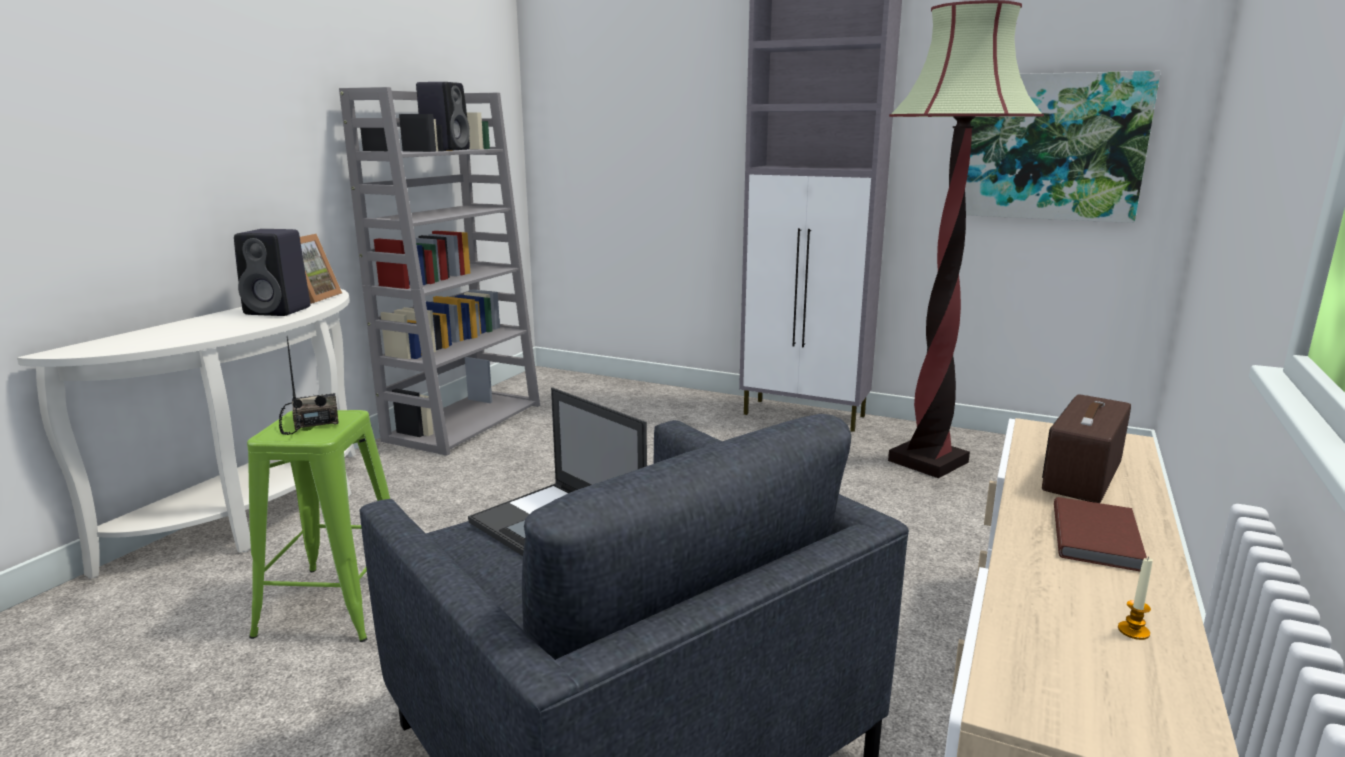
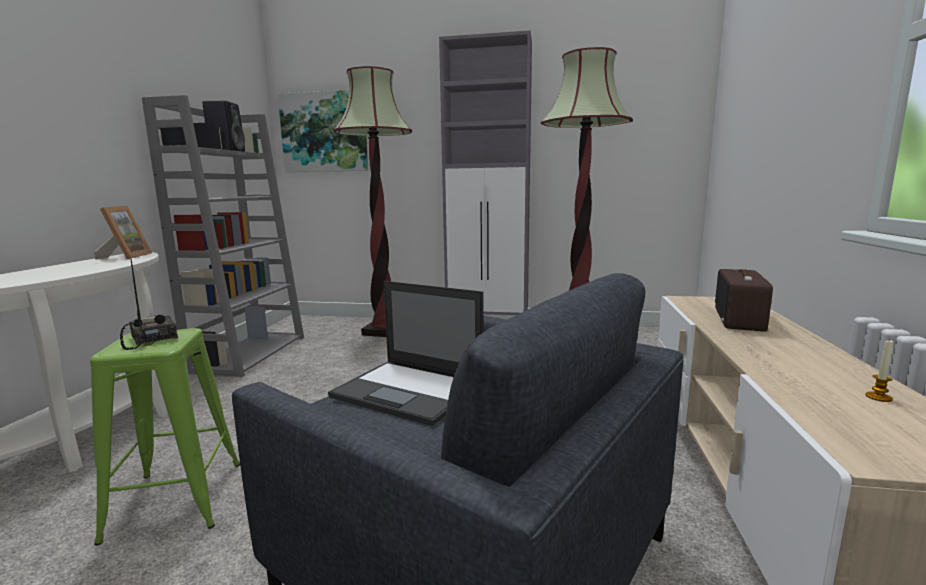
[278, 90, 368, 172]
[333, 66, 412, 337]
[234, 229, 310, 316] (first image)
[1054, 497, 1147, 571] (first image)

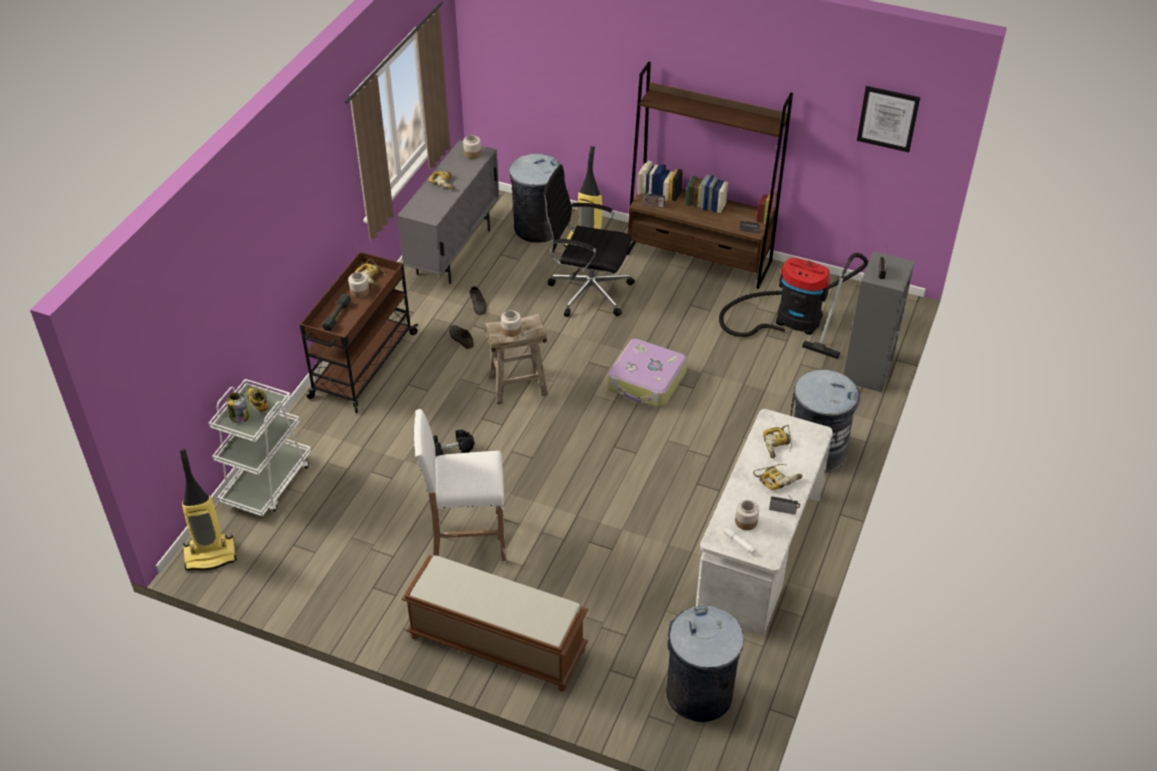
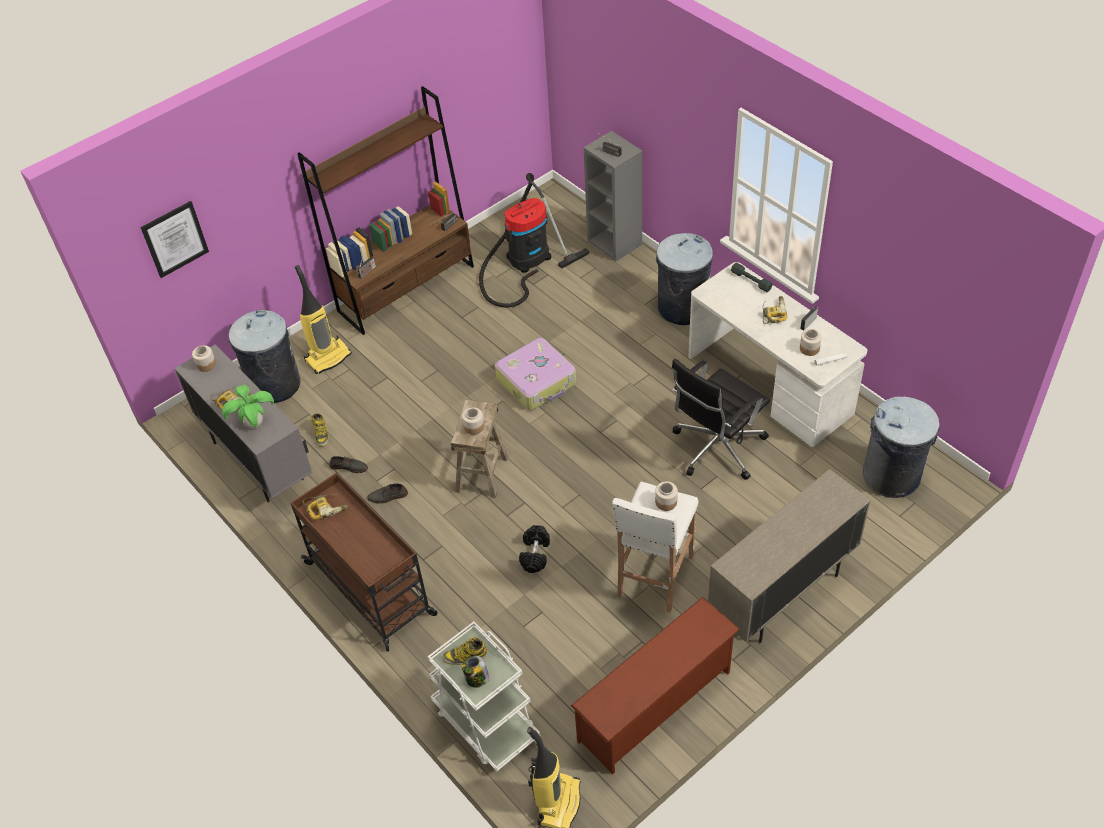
[141, 201, 209, 278]
[222, 384, 274, 429]
[311, 413, 328, 447]
[571, 597, 740, 774]
[655, 481, 678, 511]
[672, 359, 770, 480]
[708, 469, 871, 643]
[731, 262, 773, 292]
[763, 425, 792, 458] (first image)

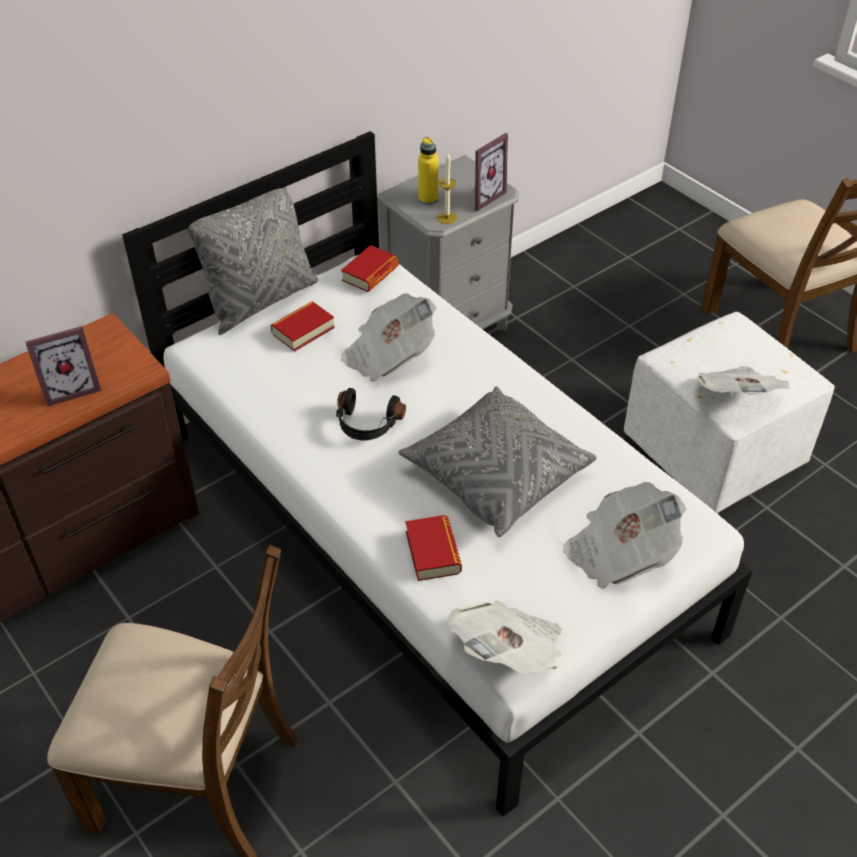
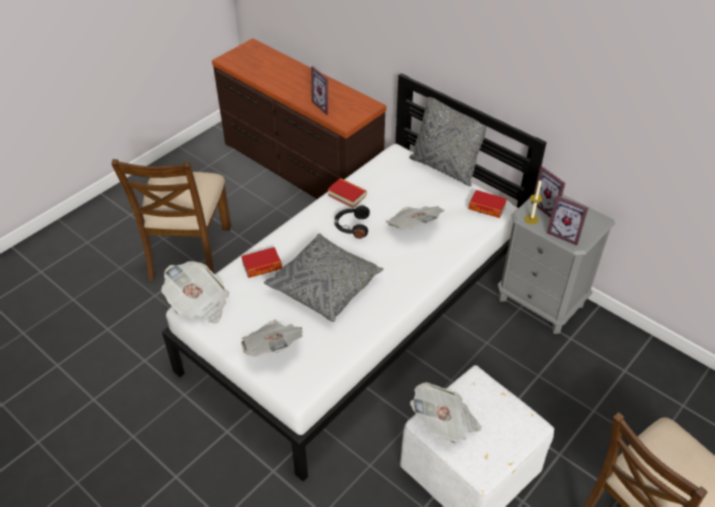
[328, 178, 367, 208]
[532, 166, 565, 218]

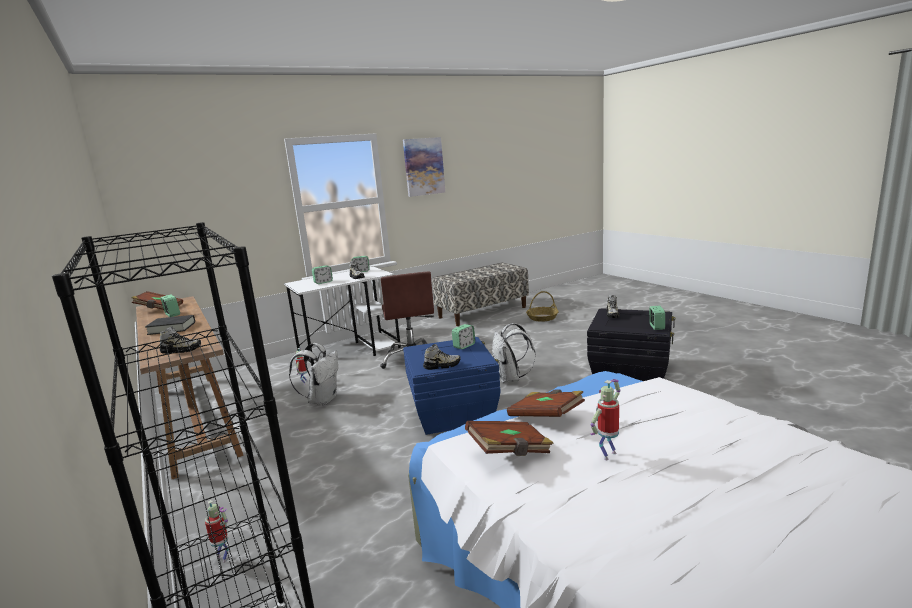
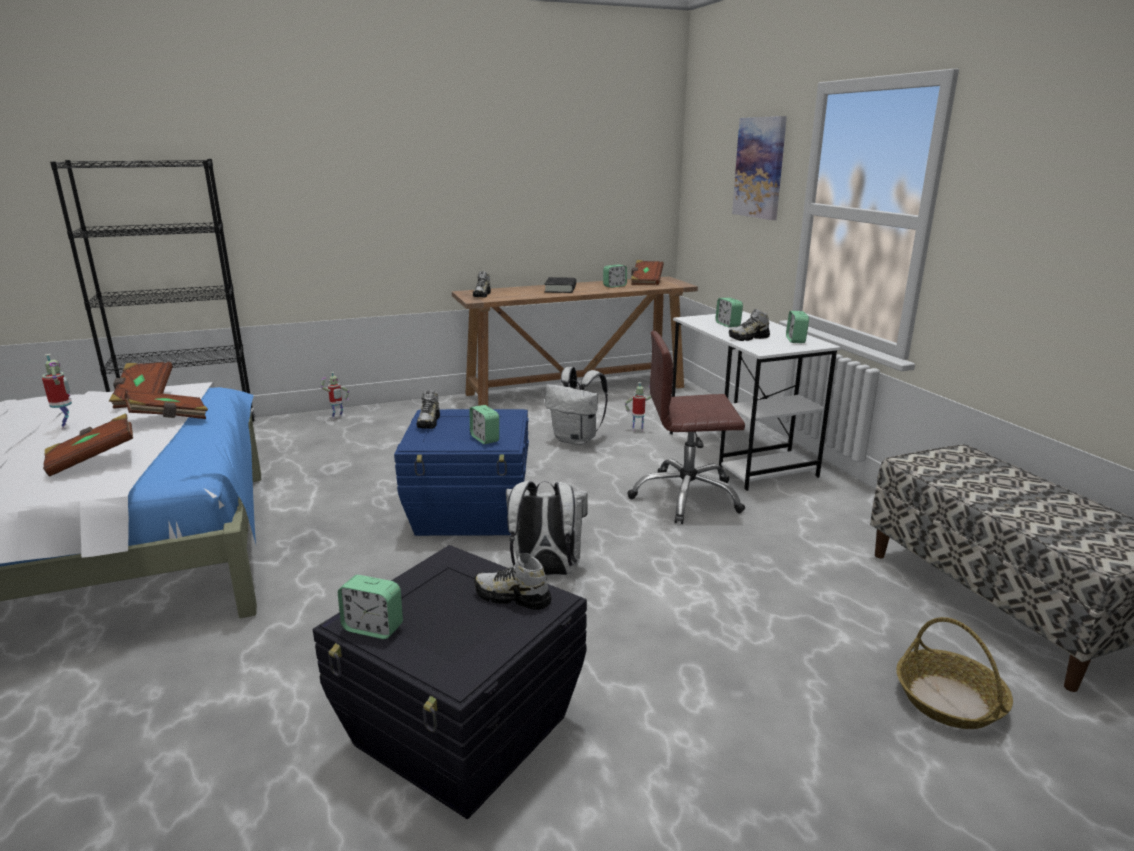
[43, 413, 133, 477]
[732, 116, 787, 220]

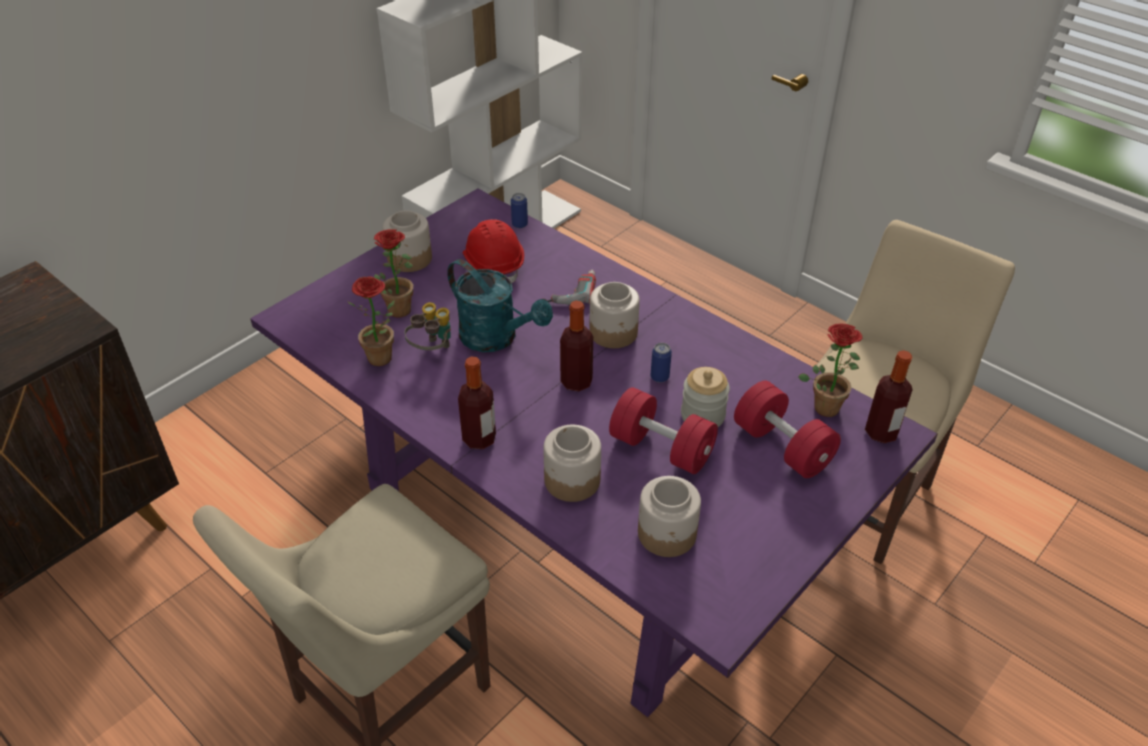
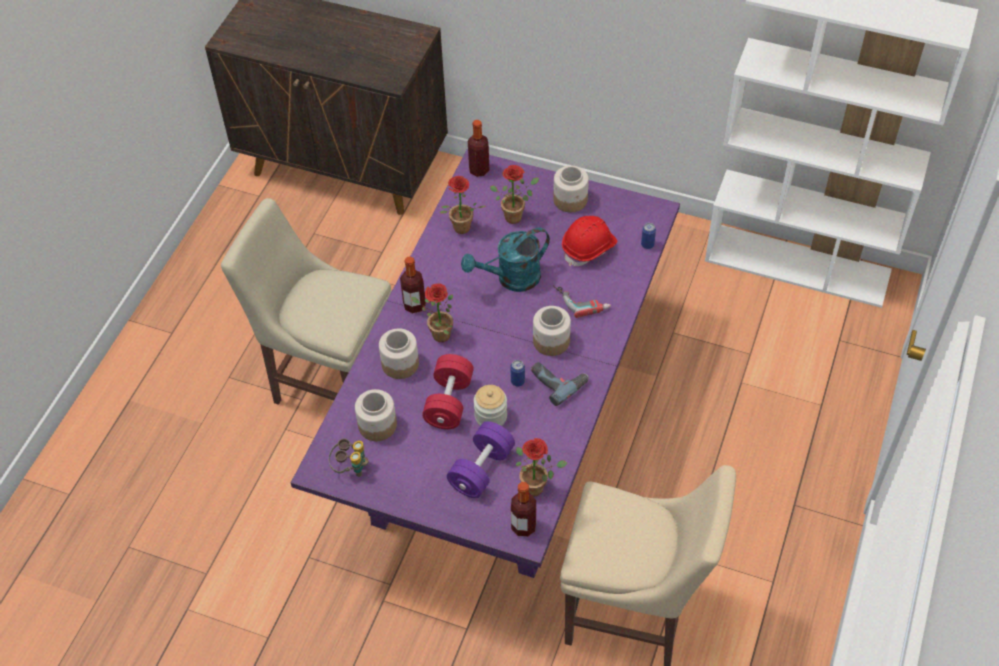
[329, 439, 368, 477]
[410, 283, 453, 342]
[447, 421, 515, 498]
[461, 228, 550, 292]
[468, 120, 490, 177]
[531, 362, 589, 406]

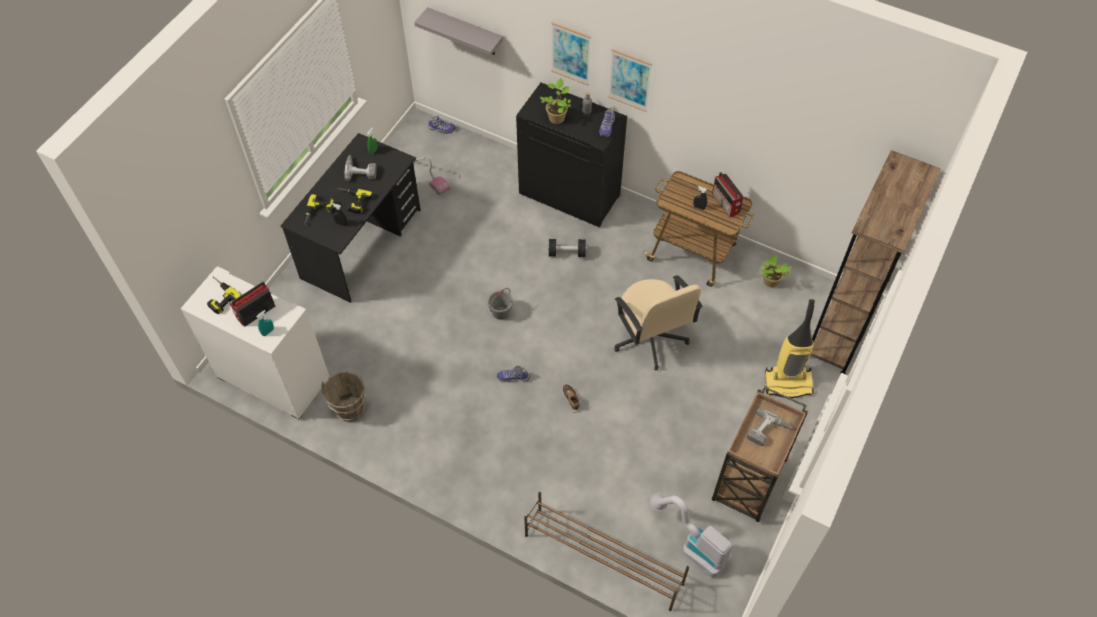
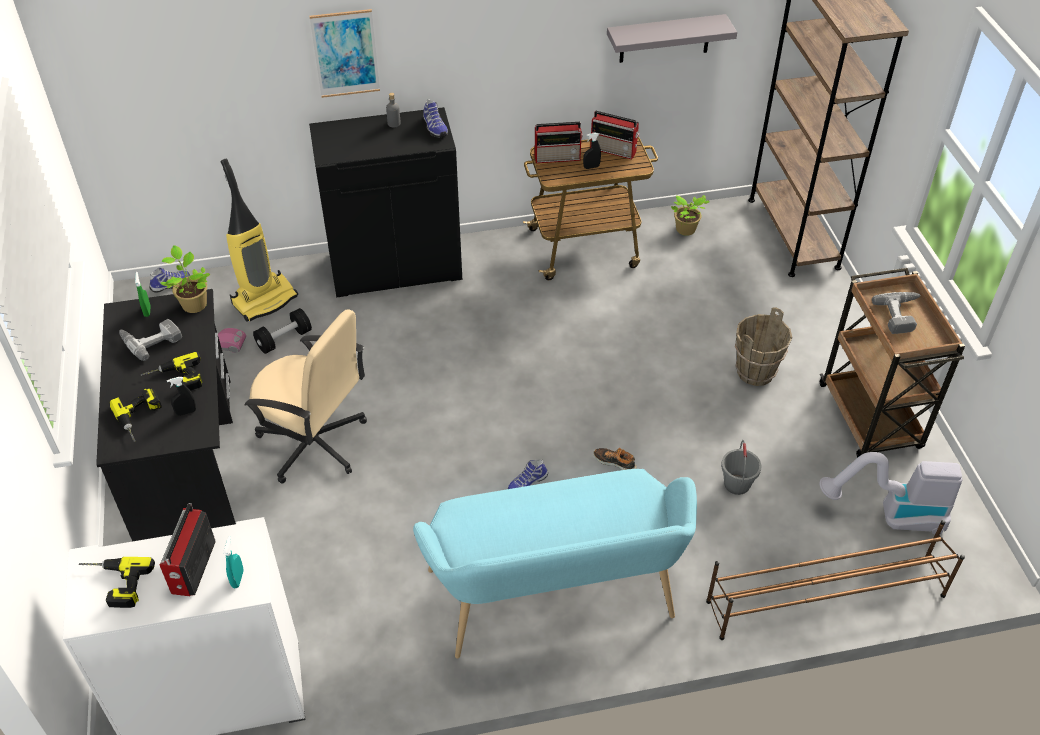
[160, 245, 210, 313]
[221, 159, 298, 321]
[245, 309, 367, 484]
[253, 308, 312, 354]
[413, 469, 697, 658]
[535, 122, 583, 163]
[607, 14, 737, 63]
[721, 440, 762, 495]
[735, 307, 792, 386]
[608, 49, 652, 112] (first image)

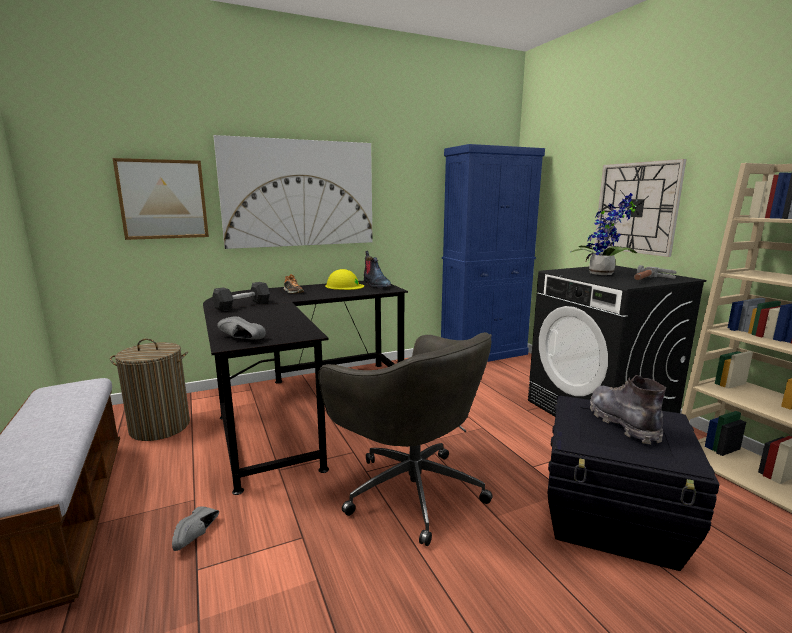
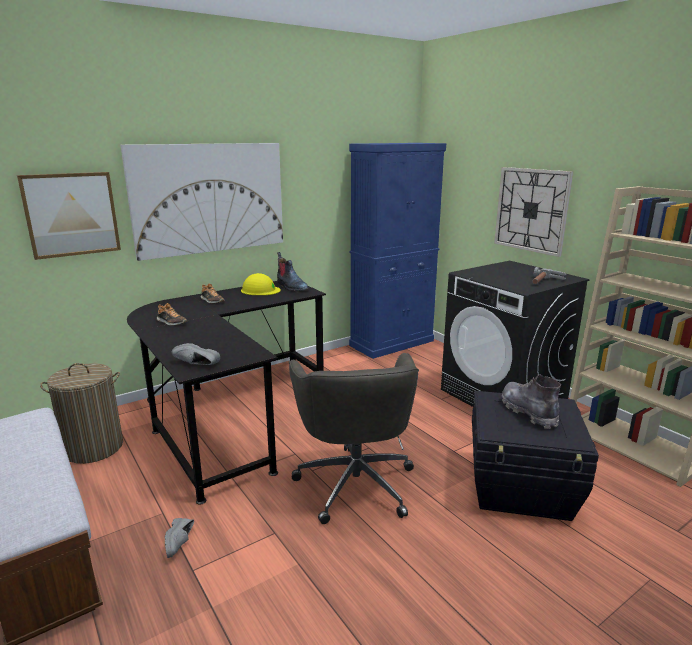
[157, 303, 188, 326]
[289, 353, 419, 524]
[571, 193, 638, 275] (first image)

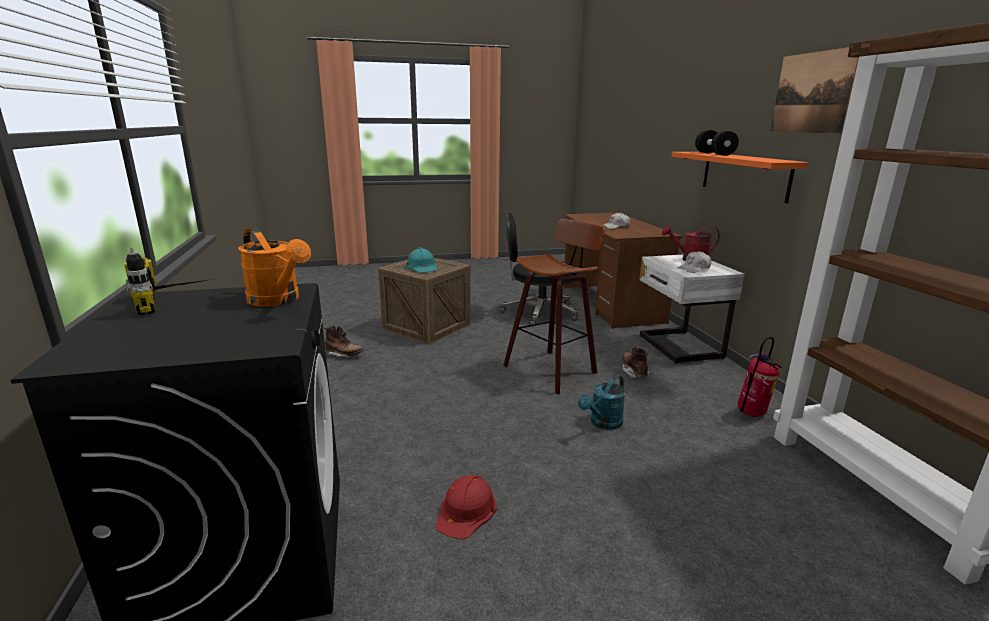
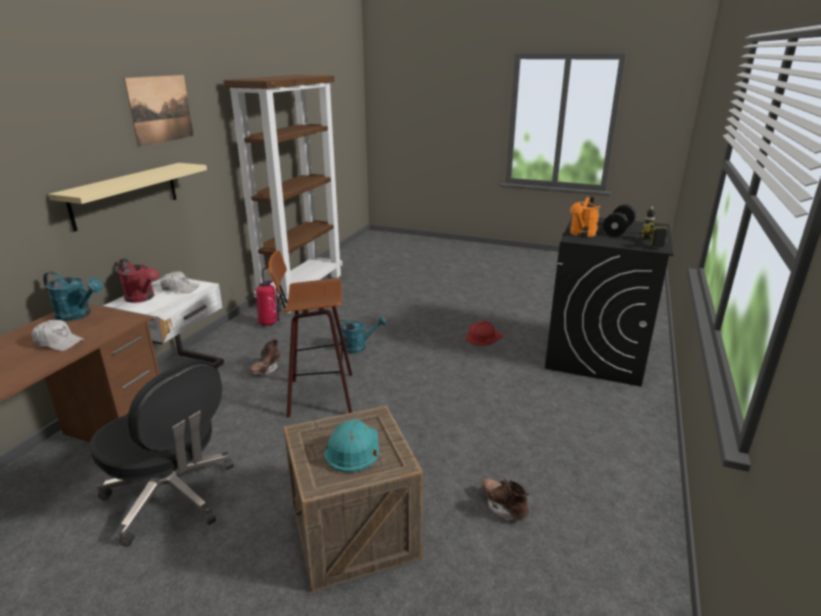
[43, 271, 103, 321]
[48, 163, 207, 232]
[570, 194, 600, 237]
[603, 204, 636, 237]

